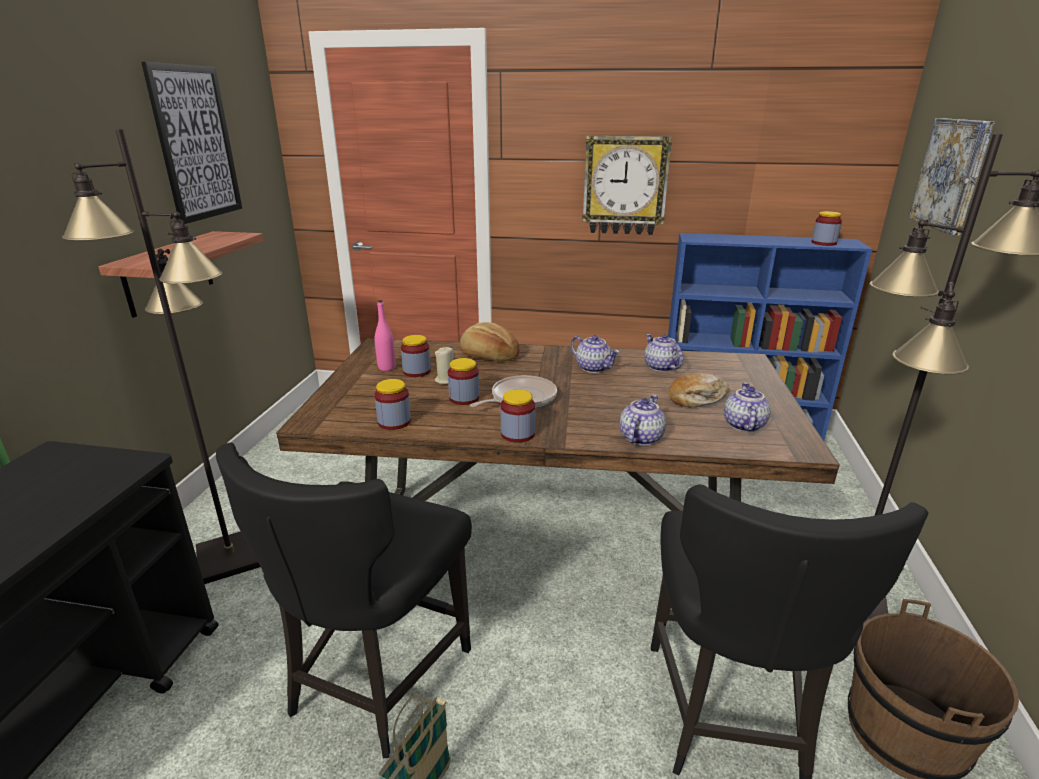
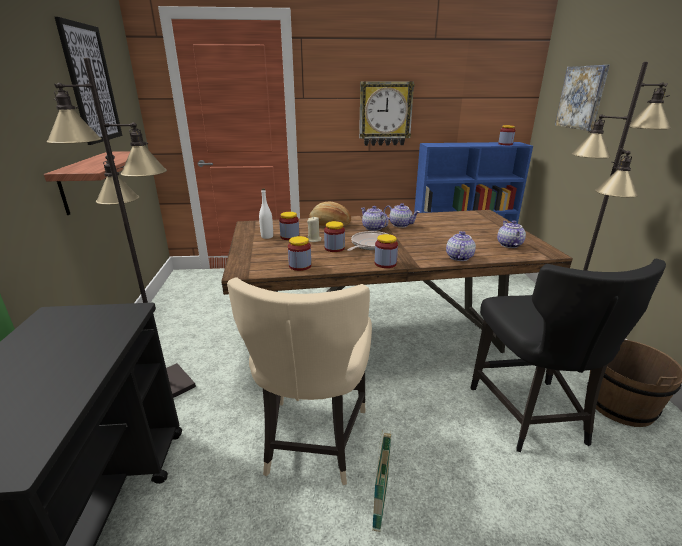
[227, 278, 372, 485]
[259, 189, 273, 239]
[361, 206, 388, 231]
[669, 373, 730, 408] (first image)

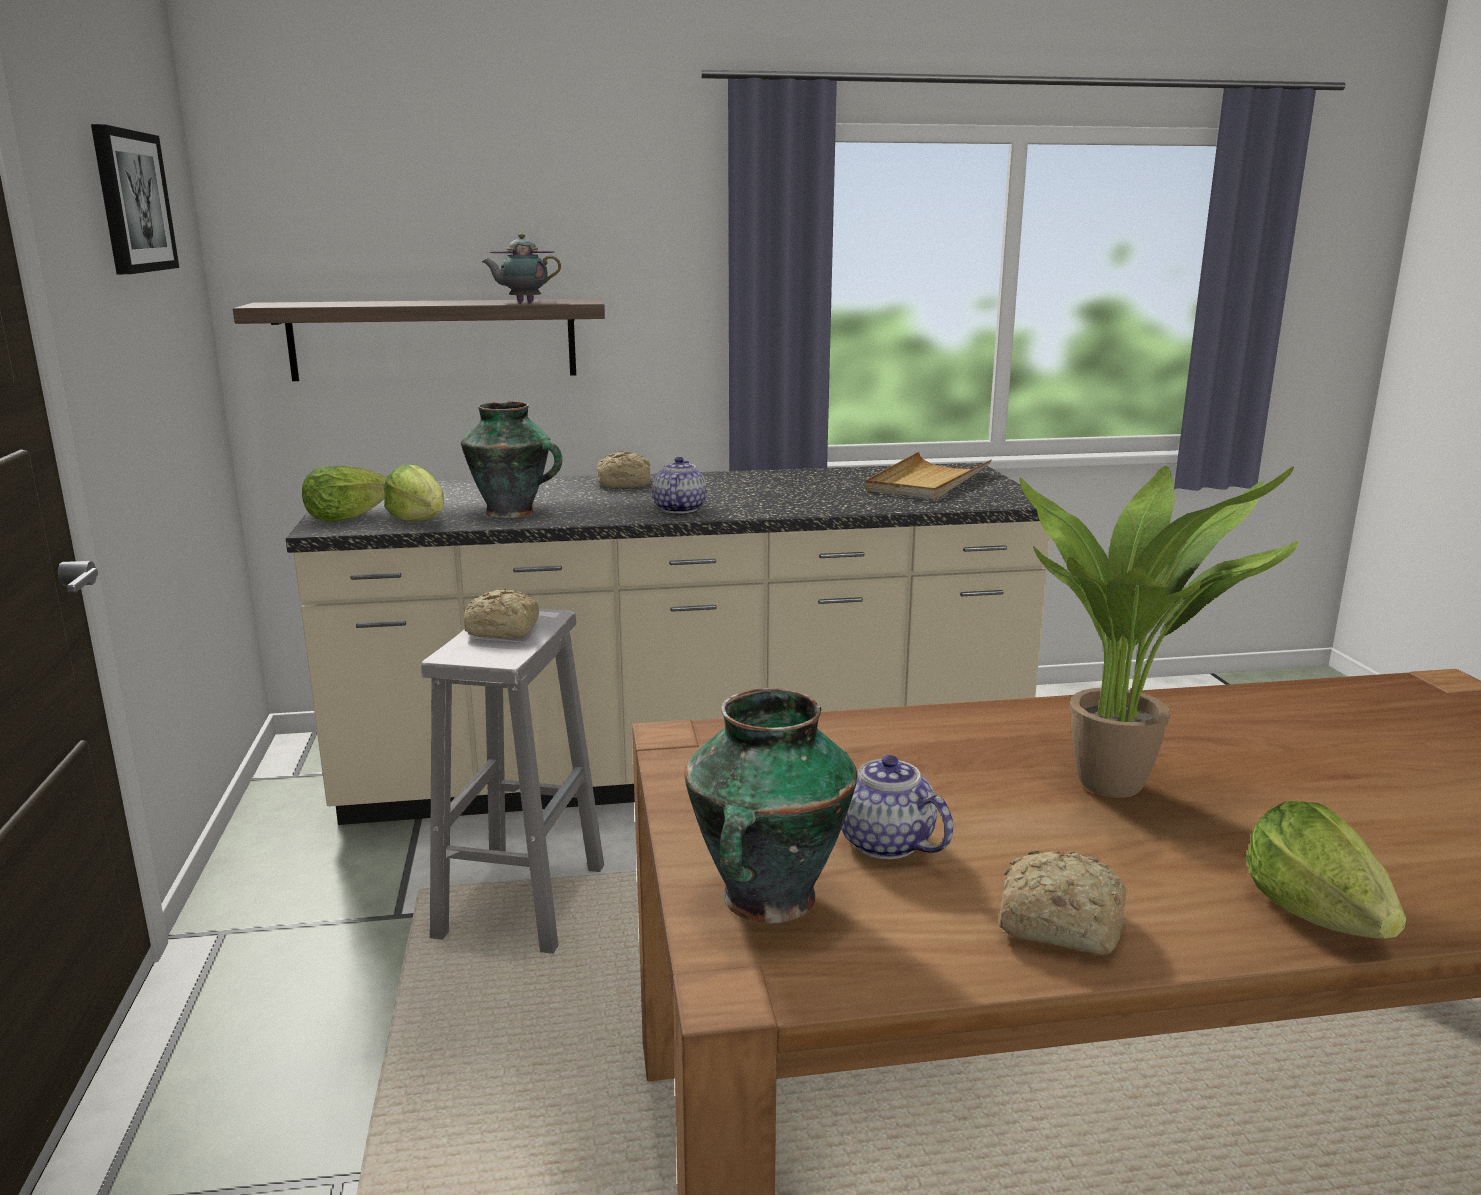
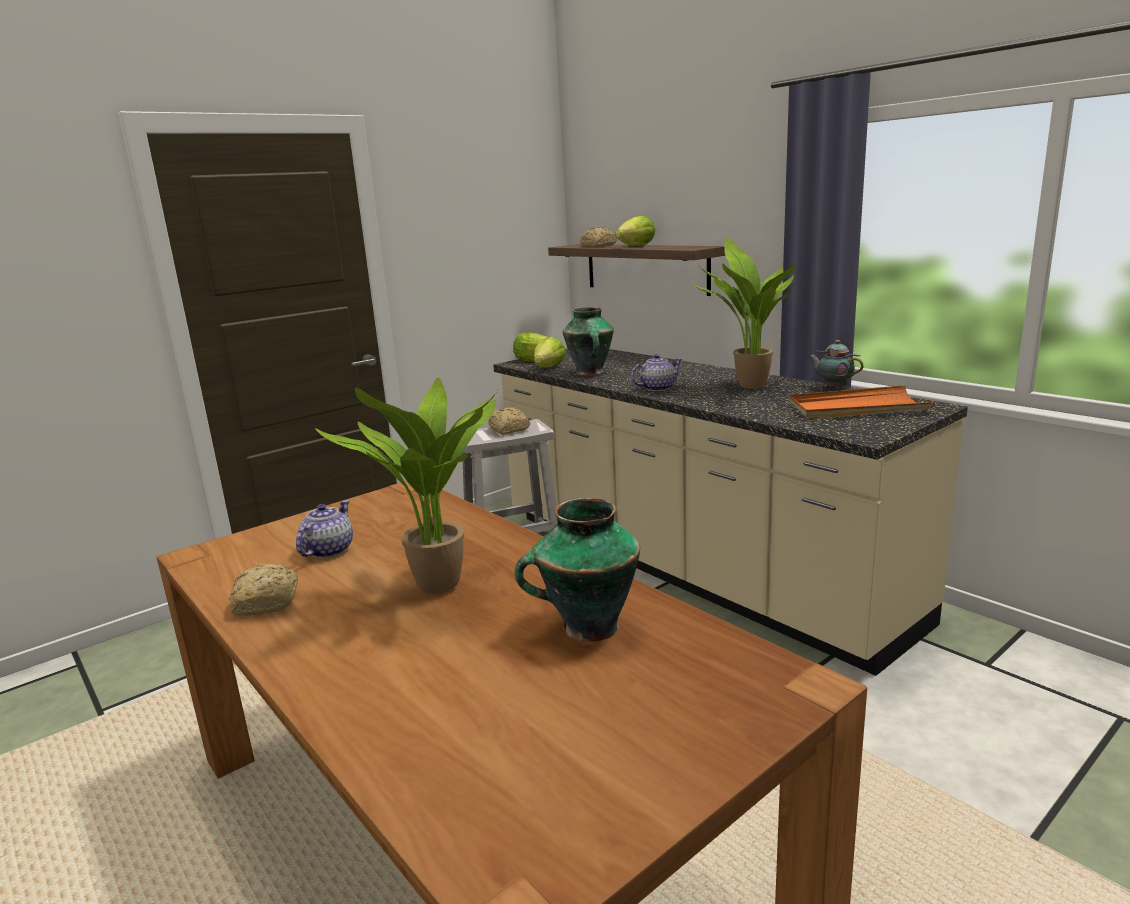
[515, 498, 640, 642]
[580, 227, 617, 247]
[615, 216, 655, 246]
[691, 238, 796, 389]
[789, 385, 935, 420]
[808, 340, 864, 389]
[91, 124, 179, 274] (first image)

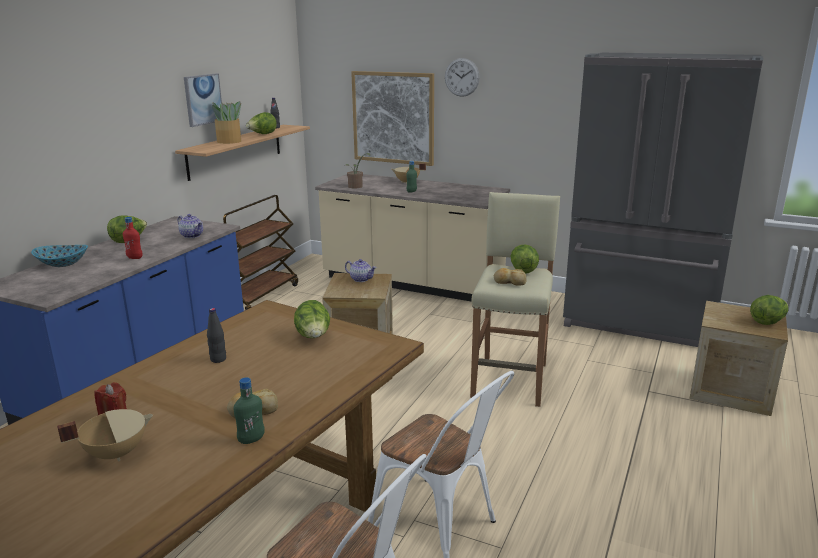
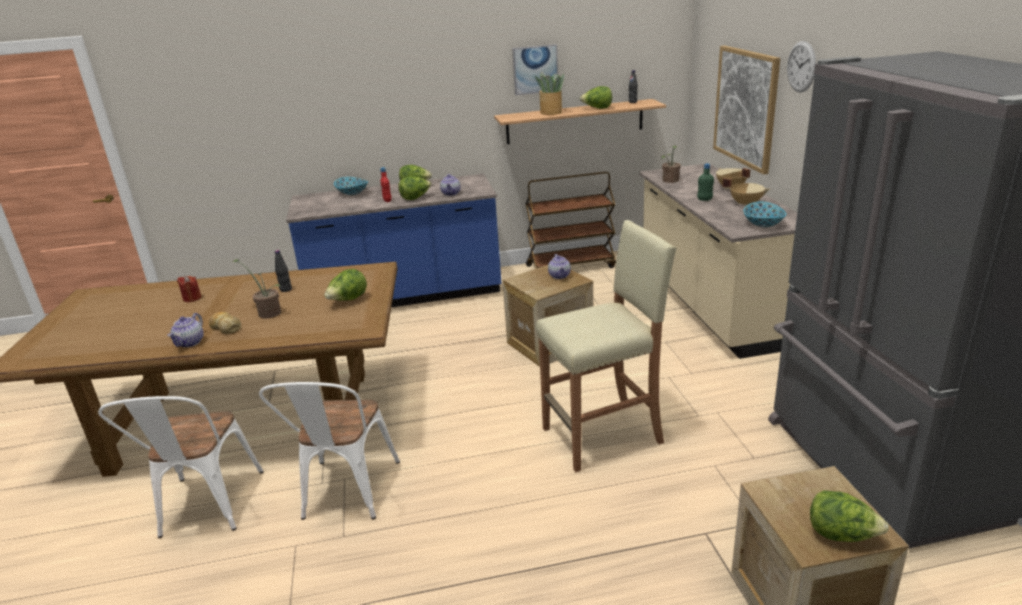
[168, 313, 204, 347]
[232, 259, 282, 319]
[398, 176, 432, 200]
[722, 178, 770, 207]
[743, 201, 786, 228]
[494, 268, 527, 286] (first image)

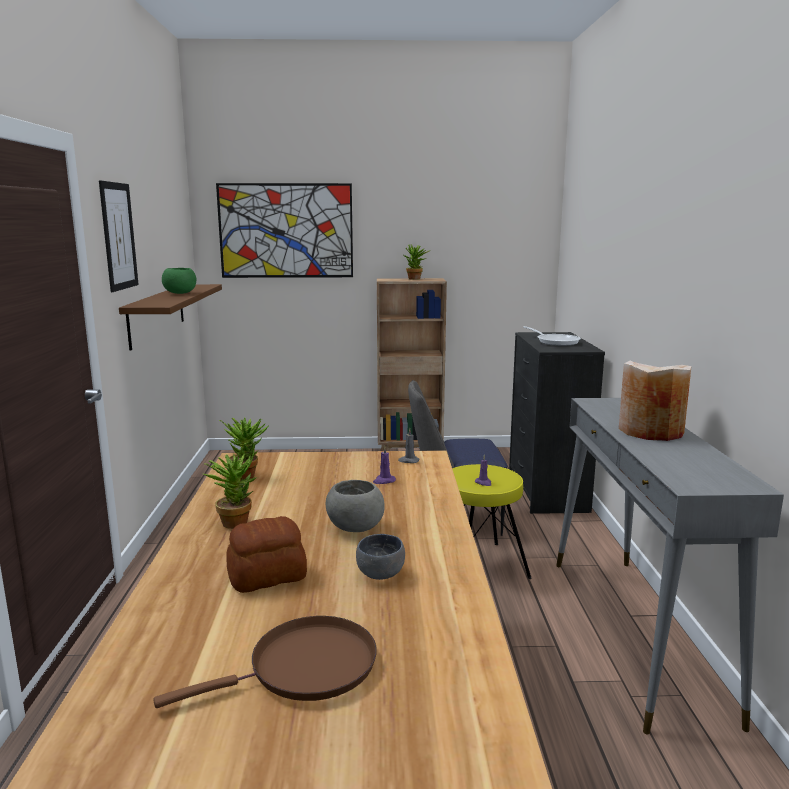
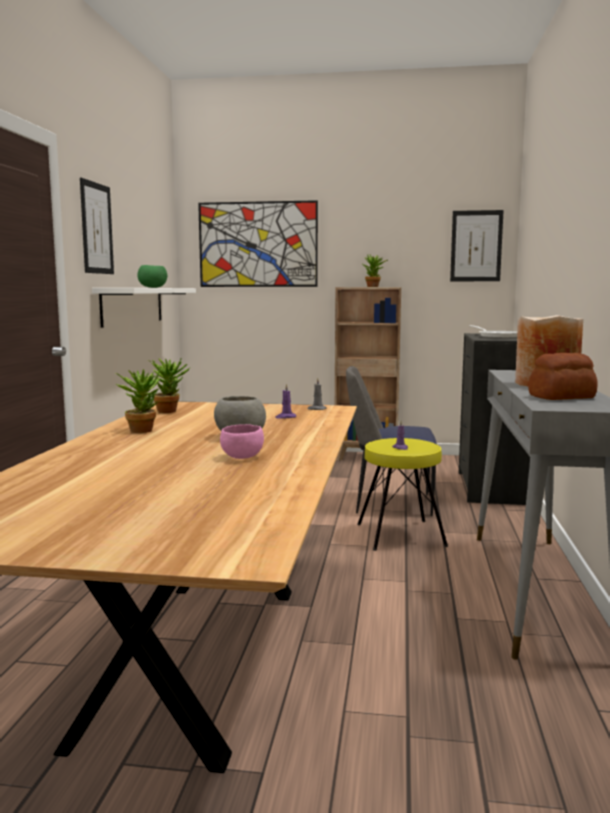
[92, 288, 196, 328]
[220, 424, 264, 459]
[450, 210, 504, 281]
[528, 353, 598, 400]
[153, 616, 377, 708] (first image)

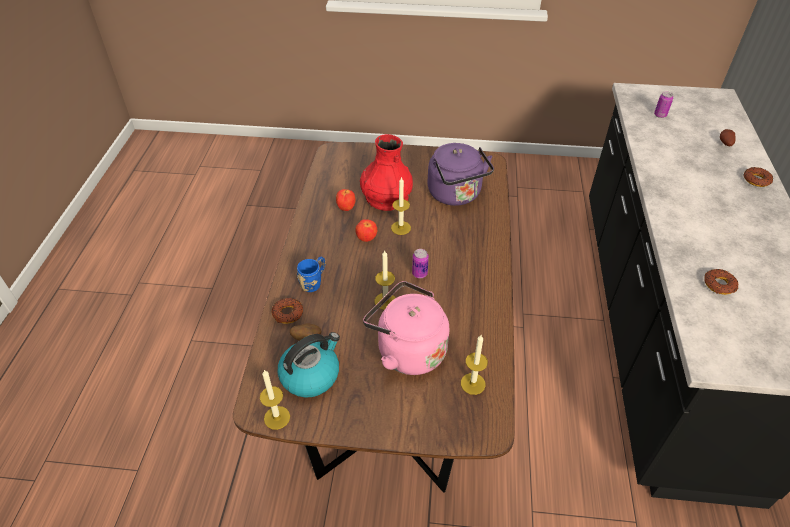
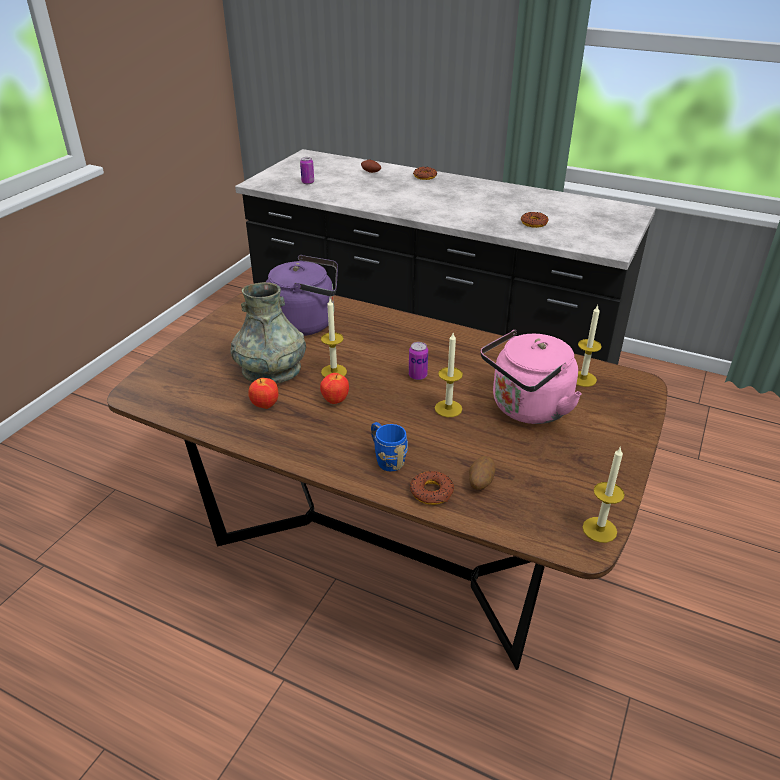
[231, 282, 306, 383]
[277, 332, 340, 398] (first image)

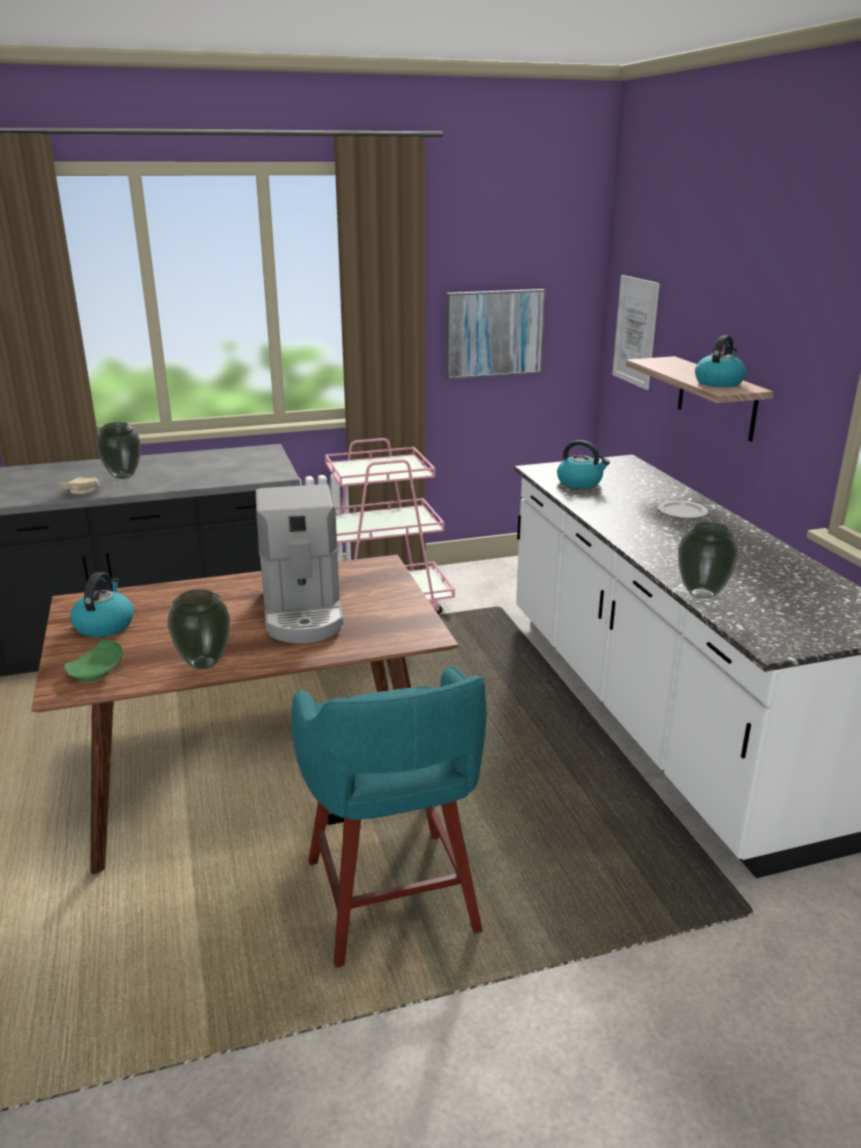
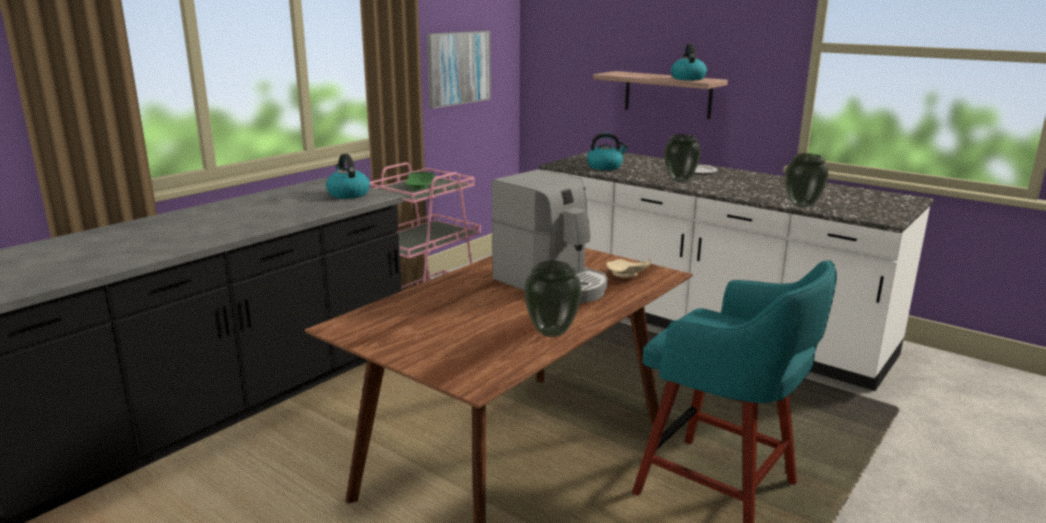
[326, 154, 370, 199]
[405, 172, 435, 190]
[606, 259, 651, 278]
[664, 134, 701, 182]
[612, 275, 660, 390] (first image)

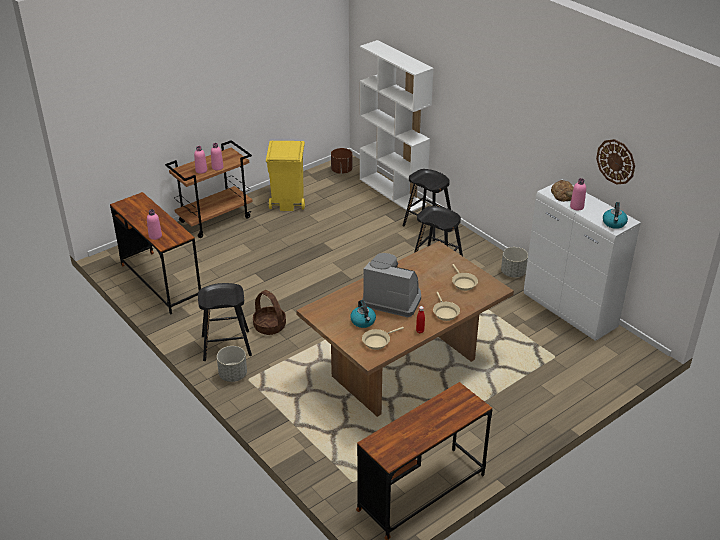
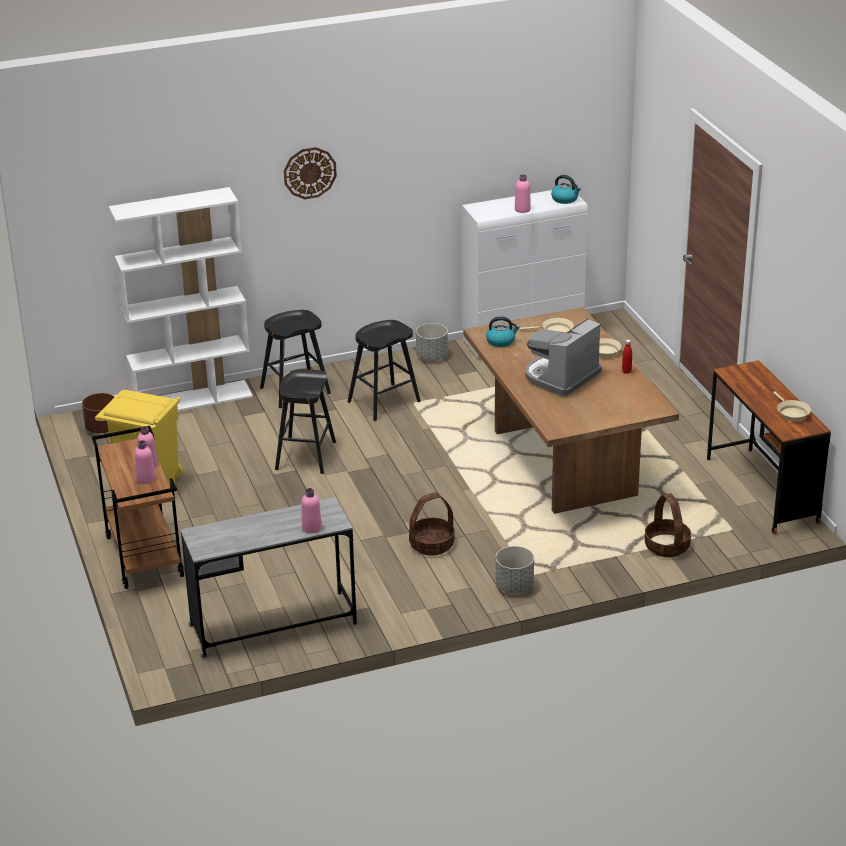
[181, 497, 357, 659]
[275, 369, 336, 474]
[284, 147, 337, 199]
[486, 316, 520, 347]
[645, 493, 691, 557]
[773, 391, 811, 421]
[551, 180, 574, 202] (first image)

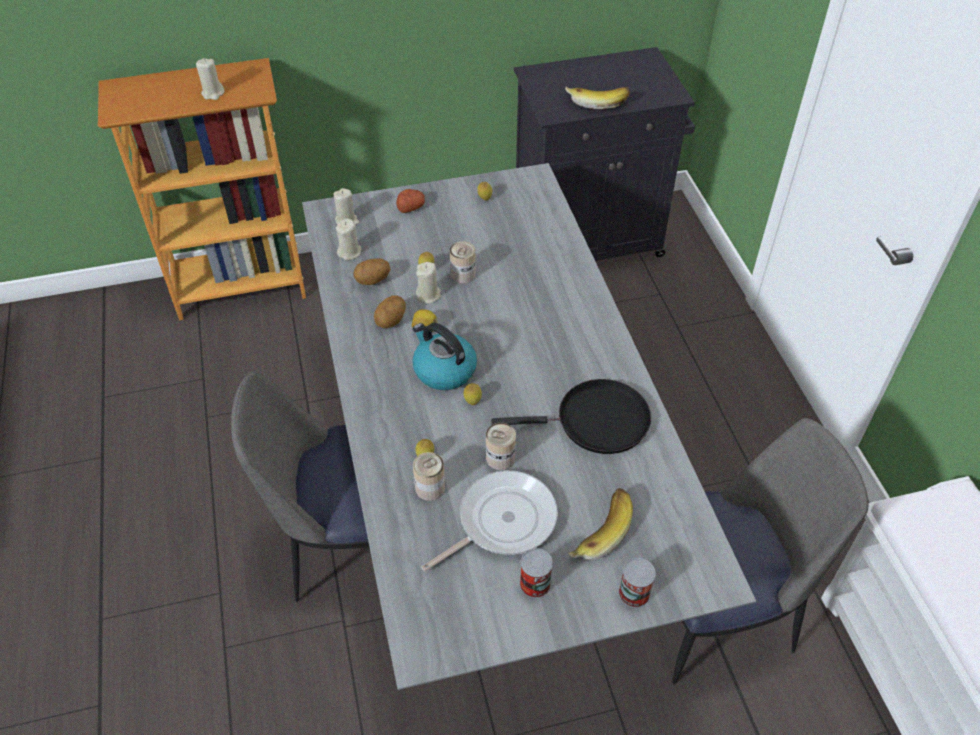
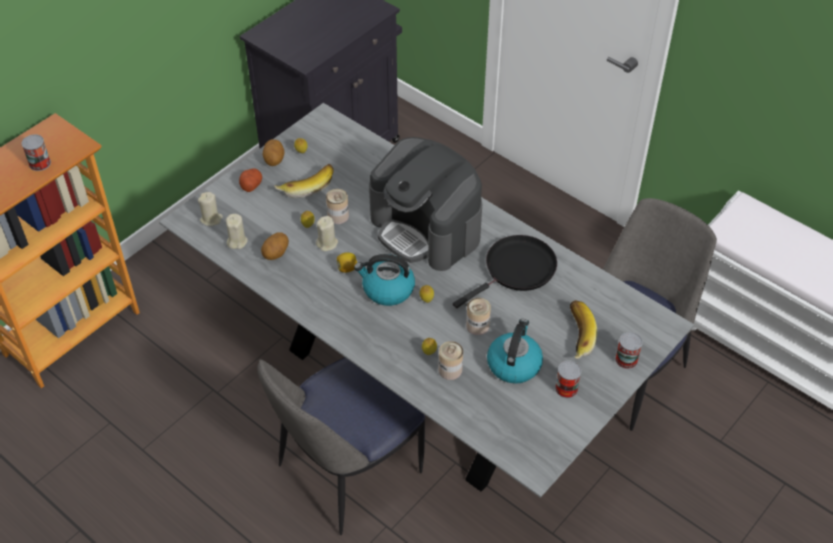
[21, 134, 51, 171]
[263, 139, 285, 166]
[274, 164, 334, 198]
[369, 137, 482, 271]
[487, 319, 543, 384]

